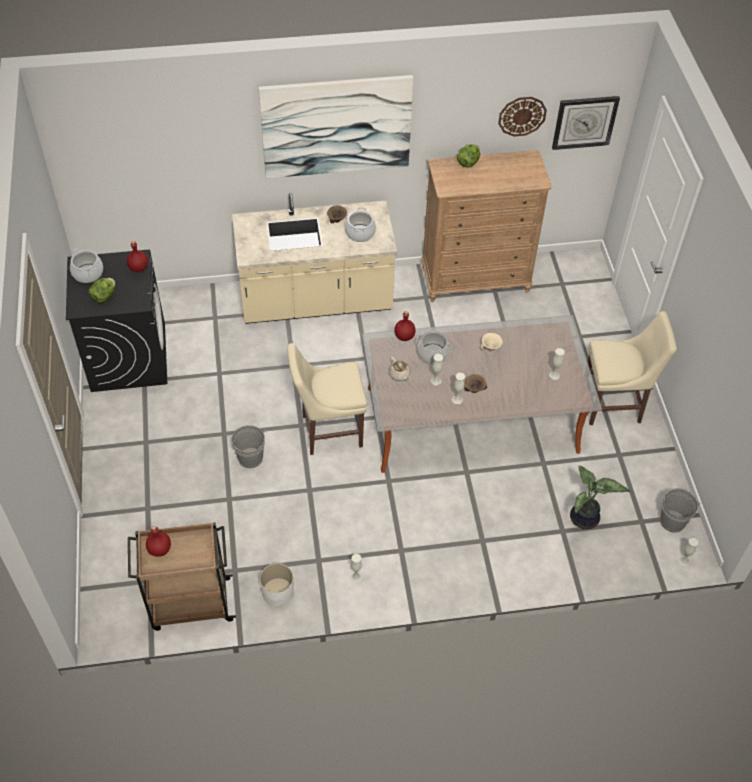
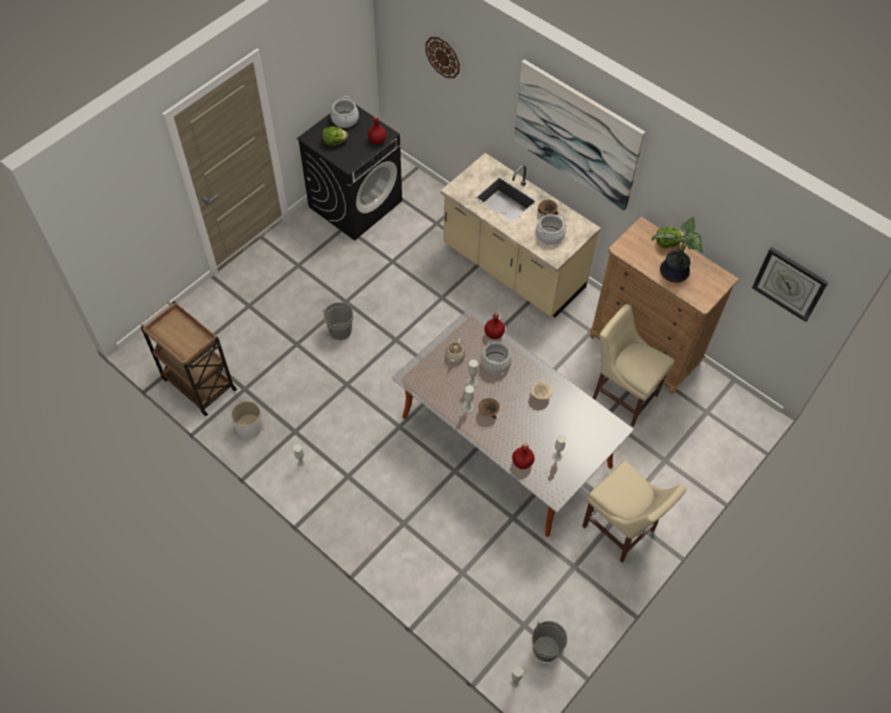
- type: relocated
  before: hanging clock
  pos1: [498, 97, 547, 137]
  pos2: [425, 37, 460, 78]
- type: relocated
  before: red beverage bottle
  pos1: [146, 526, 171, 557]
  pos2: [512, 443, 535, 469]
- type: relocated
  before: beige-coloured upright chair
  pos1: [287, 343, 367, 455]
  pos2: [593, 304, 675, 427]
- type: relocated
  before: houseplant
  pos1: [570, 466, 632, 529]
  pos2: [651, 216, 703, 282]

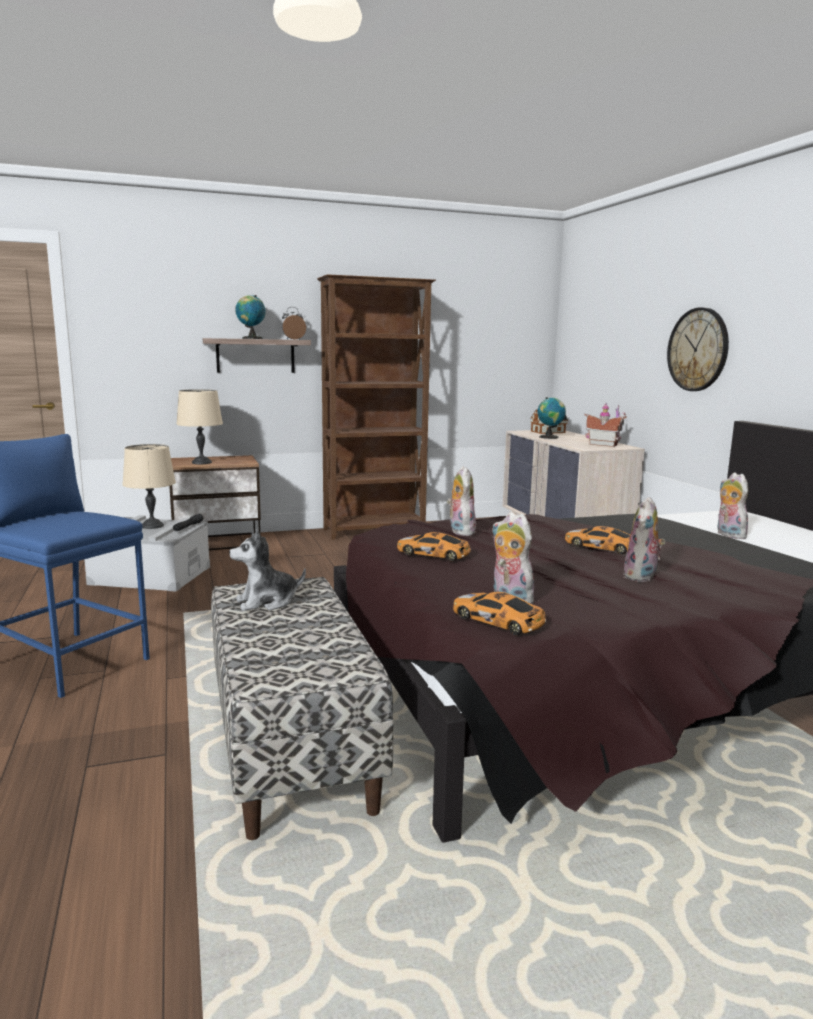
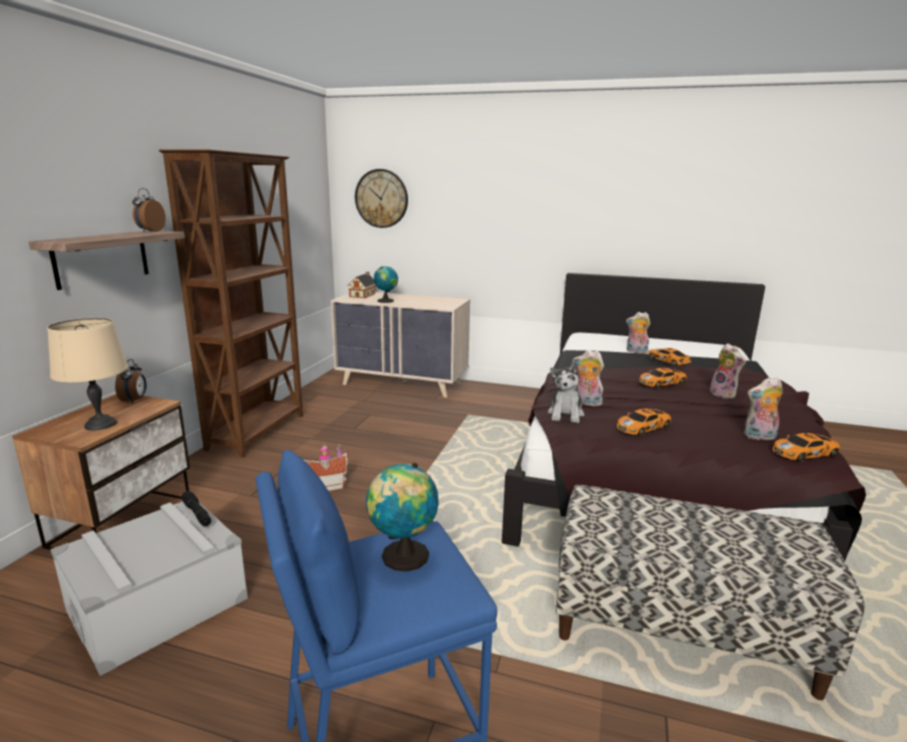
- type: appeared
  after: alarm clock
  pos2: [115, 359, 146, 404]
- type: relocated
  before: toy house
  pos1: [584, 402, 627, 447]
  pos2: [304, 443, 350, 491]
- type: relocated
  before: hanging clock
  pos1: [667, 307, 729, 391]
  pos2: [355, 169, 408, 228]
- type: relocated
  before: desk globe
  pos1: [235, 295, 266, 339]
  pos2: [366, 463, 439, 571]
- type: relocated
  before: soft toy
  pos1: [229, 529, 306, 611]
  pos2: [548, 362, 585, 423]
- type: appeared
  after: toy car
  pos2: [648, 348, 691, 366]
- type: missing
  before: beige-coloured tabletop lamp
  pos1: [123, 444, 176, 529]

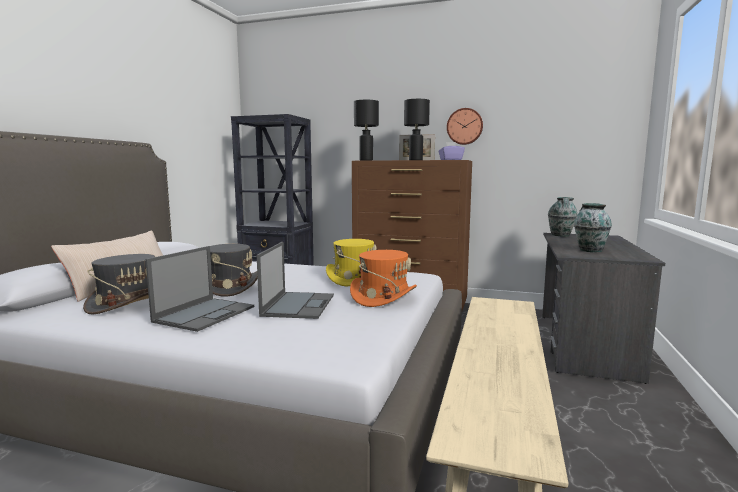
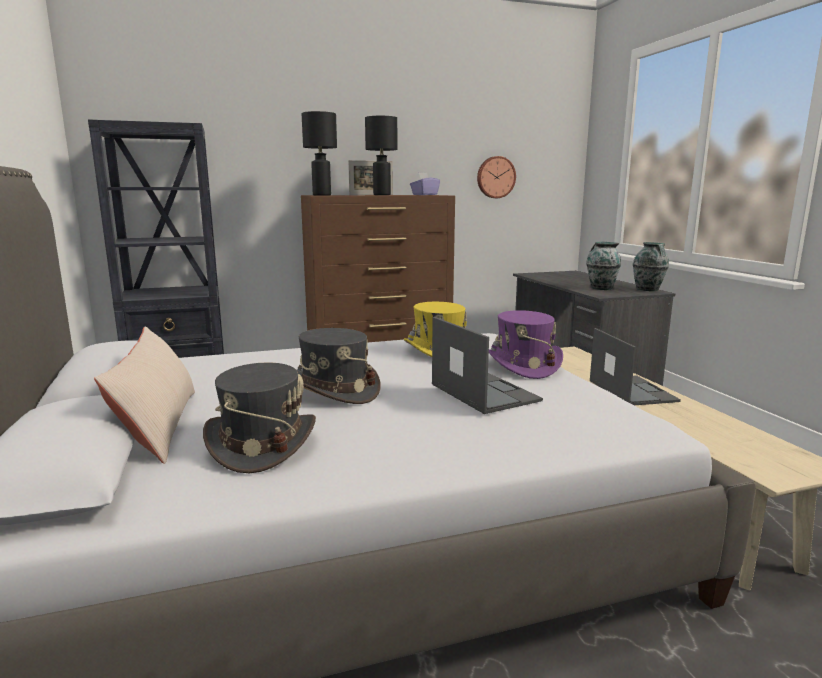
- type: relocated
  before: hanging clock
  pos1: [447, 108, 483, 145]
  pos2: [477, 156, 516, 198]
- type: colour
  before: orange hat
  after: purplish hat
  pos1: [350, 250, 417, 307]
  pos2: [489, 310, 563, 379]
- type: relocated
  before: portable computer
  pos1: [145, 246, 254, 332]
  pos2: [590, 328, 681, 405]
- type: relocated
  before: flower vase
  pos1: [548, 197, 577, 237]
  pos2: [633, 242, 669, 291]

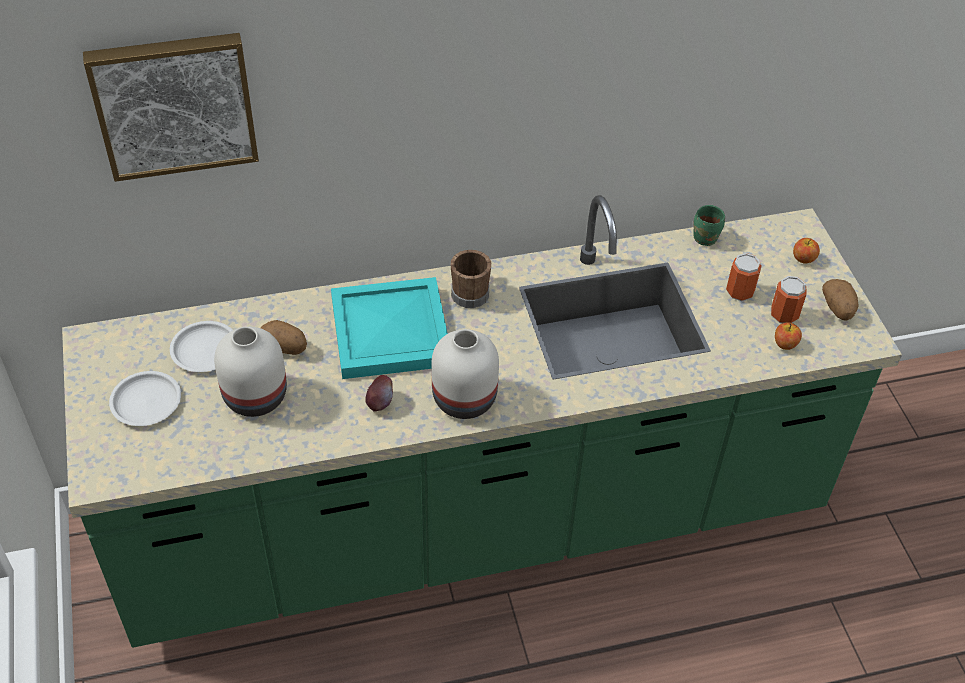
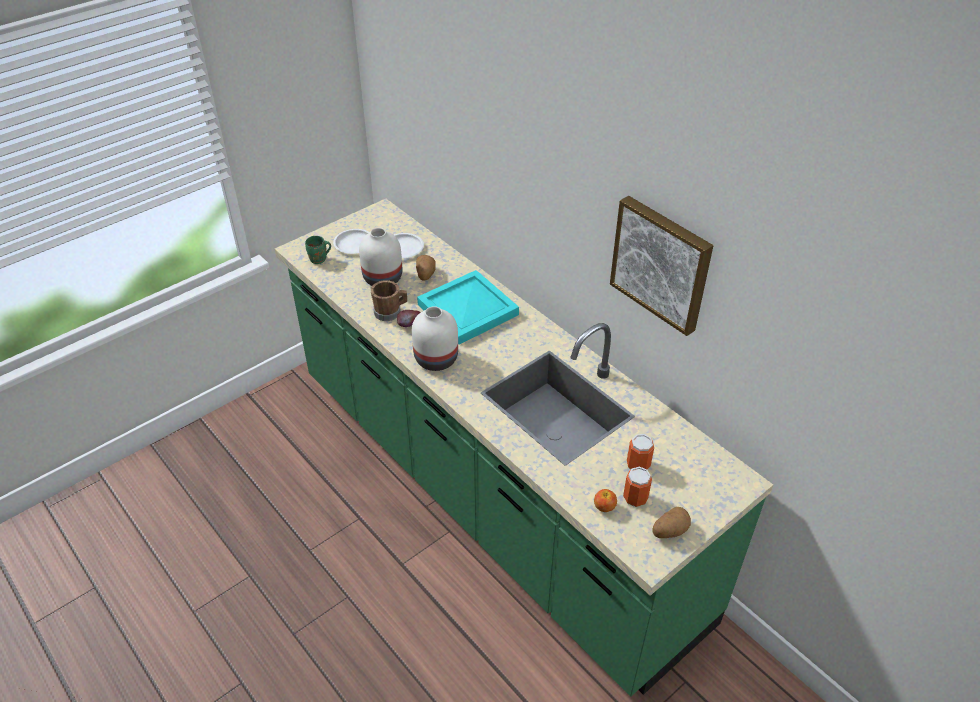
- type: relocated
  before: green-coloured mug
  pos1: [693, 205, 725, 246]
  pos2: [305, 236, 331, 264]
- type: relocated
  before: brownish mug
  pos1: [451, 250, 491, 308]
  pos2: [371, 280, 407, 321]
- type: relocated
  before: picture
  pos1: [83, 33, 259, 182]
  pos2: [610, 196, 713, 336]
- type: missing
  before: whole apple
  pos1: [793, 238, 820, 264]

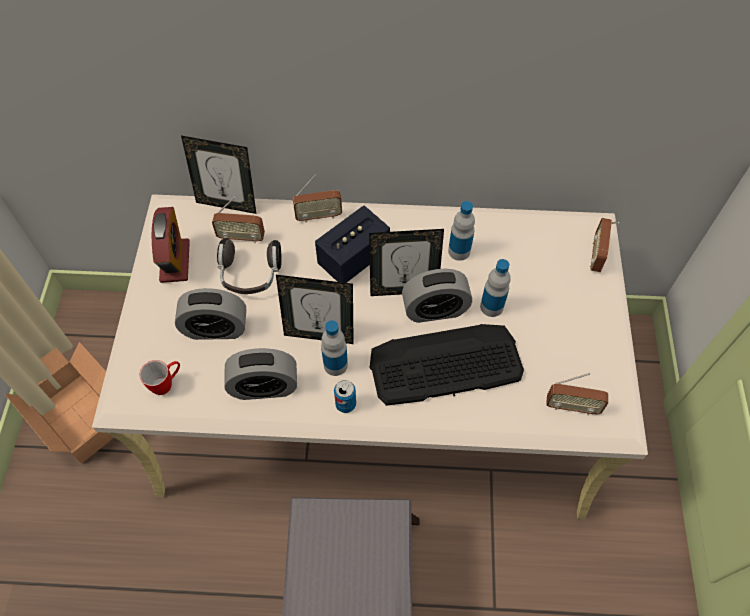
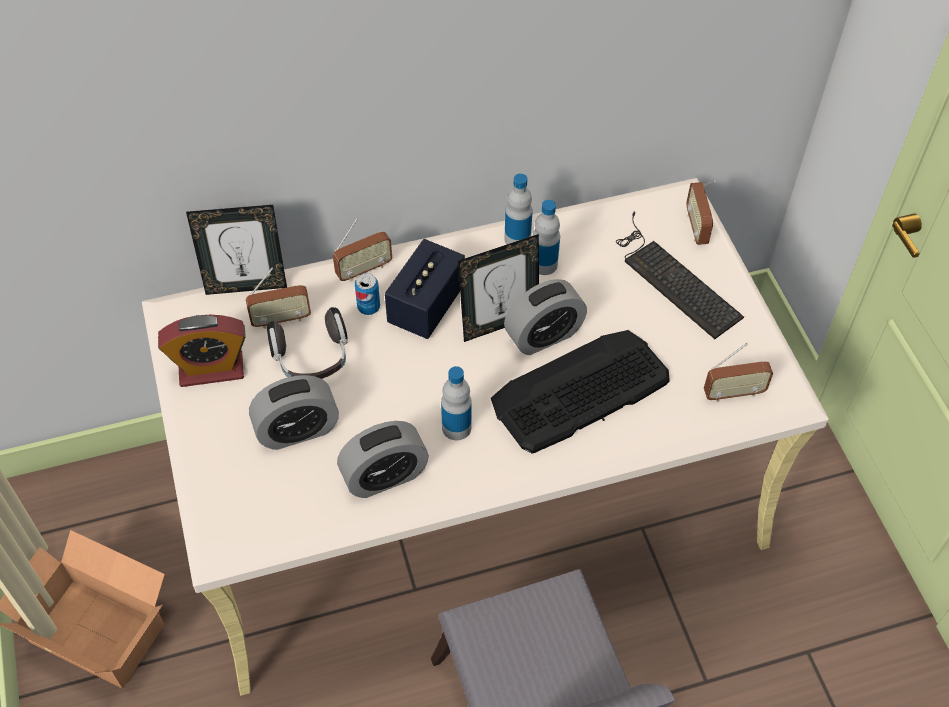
- type: spun
  before: alarm clock
  pos1: [152, 207, 190, 283]
  pos2: [158, 315, 246, 387]
  turn: 105
- type: relocated
  before: metal can
  pos1: [334, 380, 356, 413]
  pos2: [355, 273, 380, 315]
- type: relocated
  before: beverage bottle
  pos1: [480, 259, 511, 317]
  pos2: [504, 173, 533, 244]
- type: appeared
  after: computer keyboard
  pos2: [616, 212, 744, 339]
- type: missing
  before: mug
  pos1: [139, 360, 180, 395]
- type: missing
  before: picture frame
  pos1: [276, 275, 354, 344]

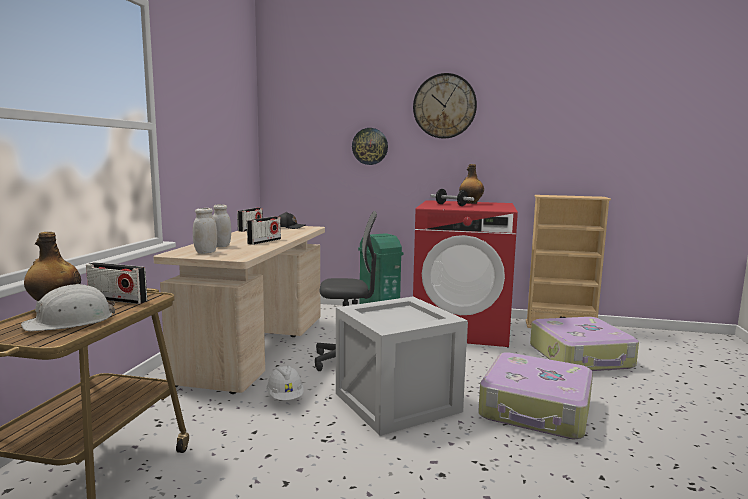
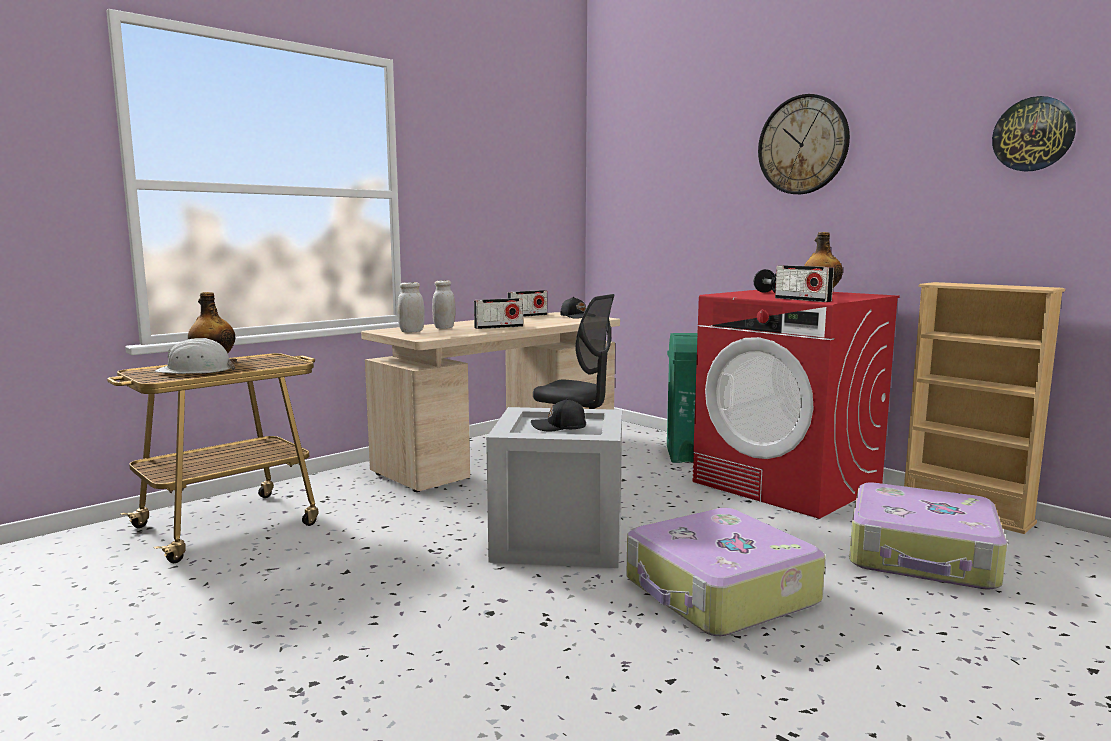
- type: appeared
  after: black-coloured peaked cap
  pos2: [531, 398, 586, 431]
- type: relocated
  before: radio receiver
  pos1: [86, 262, 147, 304]
  pos2: [775, 265, 834, 302]
- type: relocated
  before: hanging clock
  pos1: [352, 128, 388, 165]
  pos2: [992, 96, 1076, 172]
- type: missing
  before: white safety helmet
  pos1: [266, 365, 304, 400]

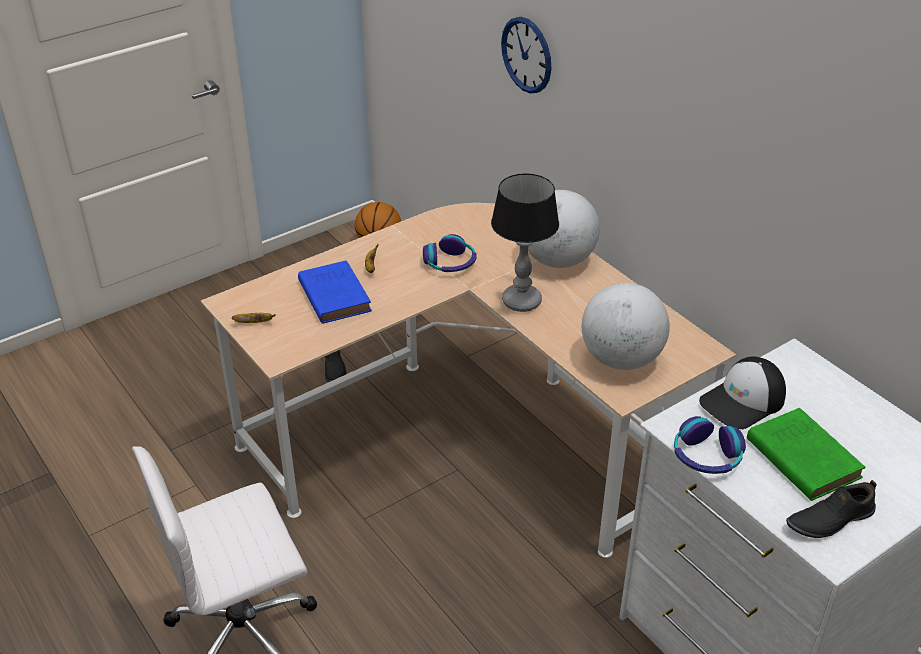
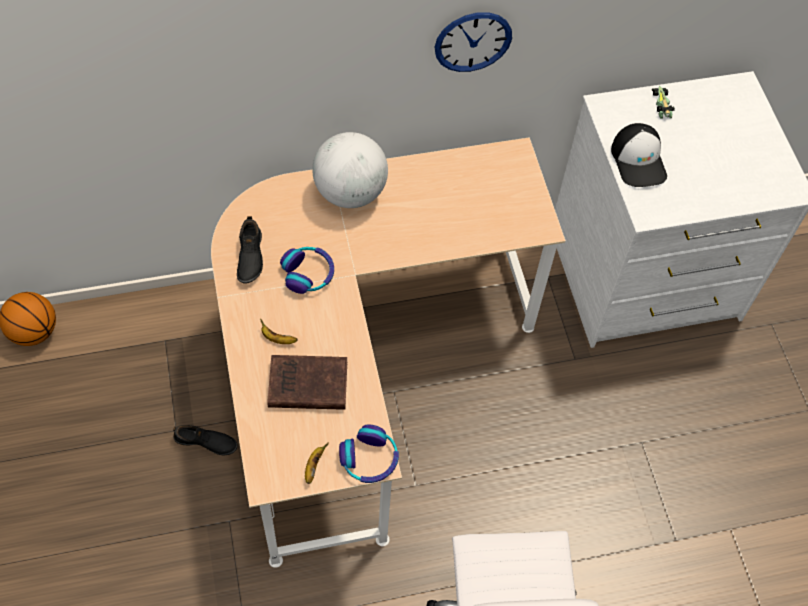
- type: relocated
  before: black-coloured low shoe
  pos1: [786, 480, 877, 538]
  pos2: [237, 216, 263, 284]
- type: colour
  before: bluish volume
  after: brownish volume
  pos1: [298, 261, 372, 324]
  pos2: [267, 355, 347, 410]
- type: relocated
  before: pair of headphones
  pos1: [674, 416, 746, 474]
  pos2: [339, 424, 399, 483]
- type: relocated
  before: hanging clock
  pos1: [501, 17, 551, 94]
  pos2: [435, 12, 512, 72]
- type: appeared
  after: toy car
  pos2: [652, 86, 675, 119]
- type: missing
  before: tabletop lamp
  pos1: [491, 173, 559, 312]
- type: missing
  before: desk globe
  pos1: [582, 283, 670, 370]
- type: missing
  before: green-coloured volume
  pos1: [747, 408, 866, 501]

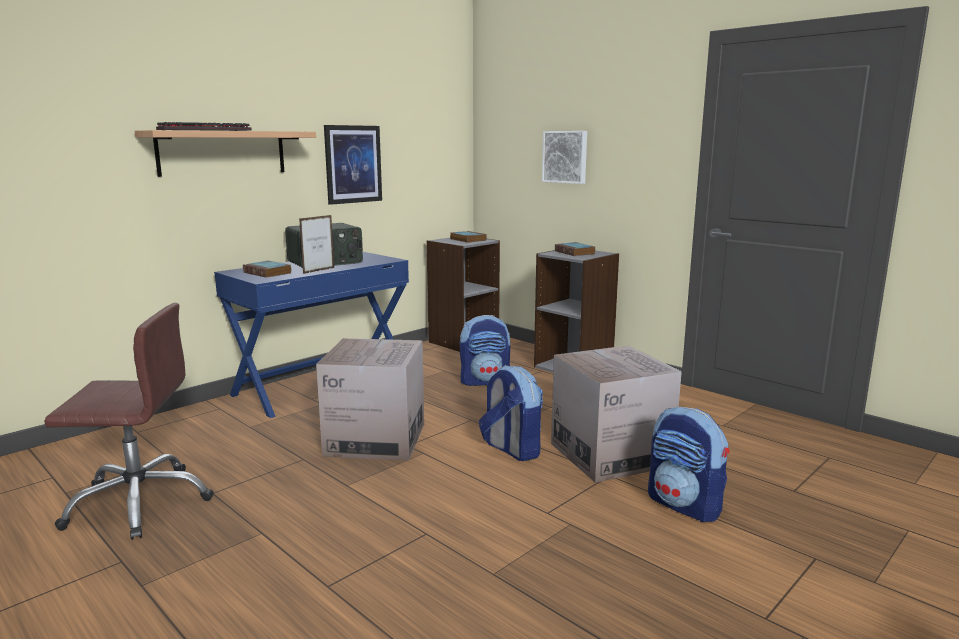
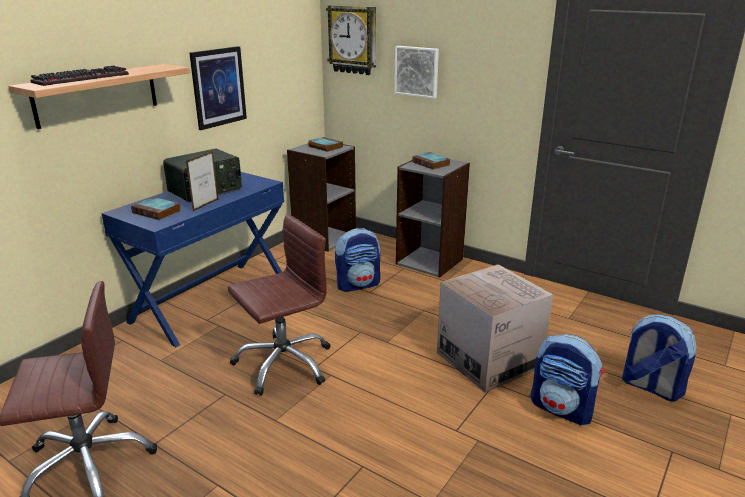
- type: exchanged
  before: packing box
  after: brownish computer chair
  pos1: [316, 338, 424, 461]
  pos2: [228, 214, 330, 396]
- type: appeared
  after: hanging clock
  pos2: [326, 5, 376, 75]
- type: relocated
  before: rucksack
  pos1: [479, 365, 543, 461]
  pos2: [622, 314, 696, 401]

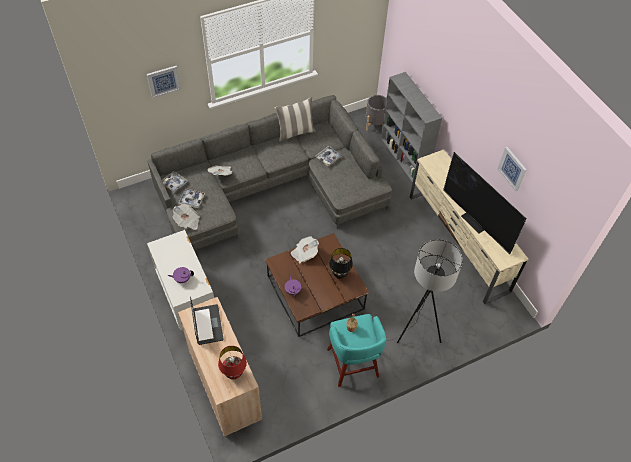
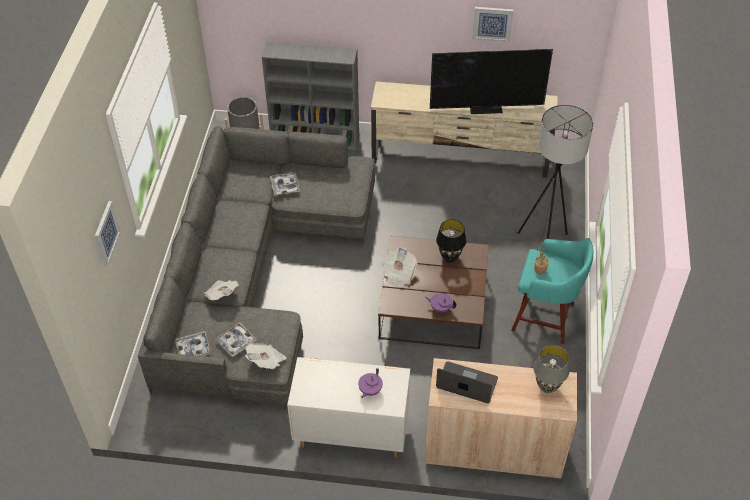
- type: colour
  before: red tabletop lamp
  after: gray tabletop lamp
  pos1: [218, 346, 247, 379]
  pos2: [533, 345, 570, 393]
- type: missing
  before: pillow
  pos1: [274, 97, 316, 142]

